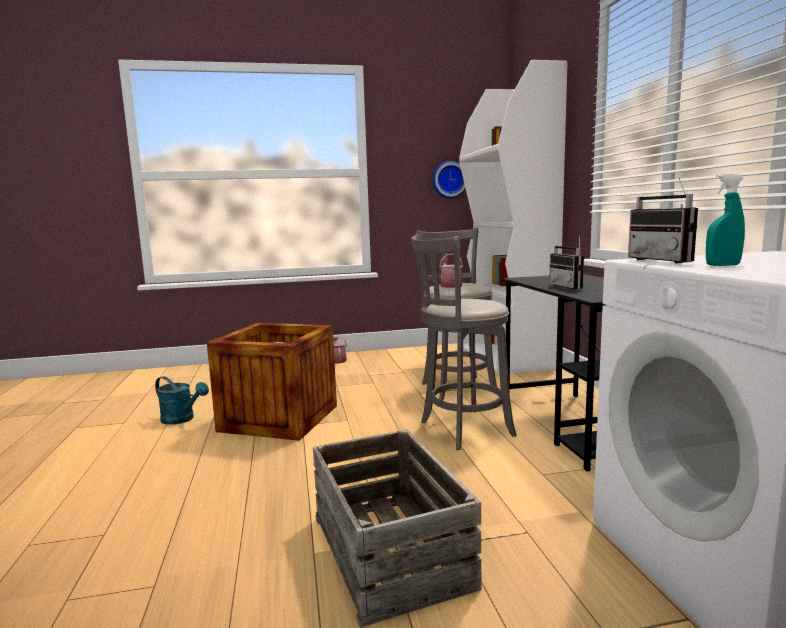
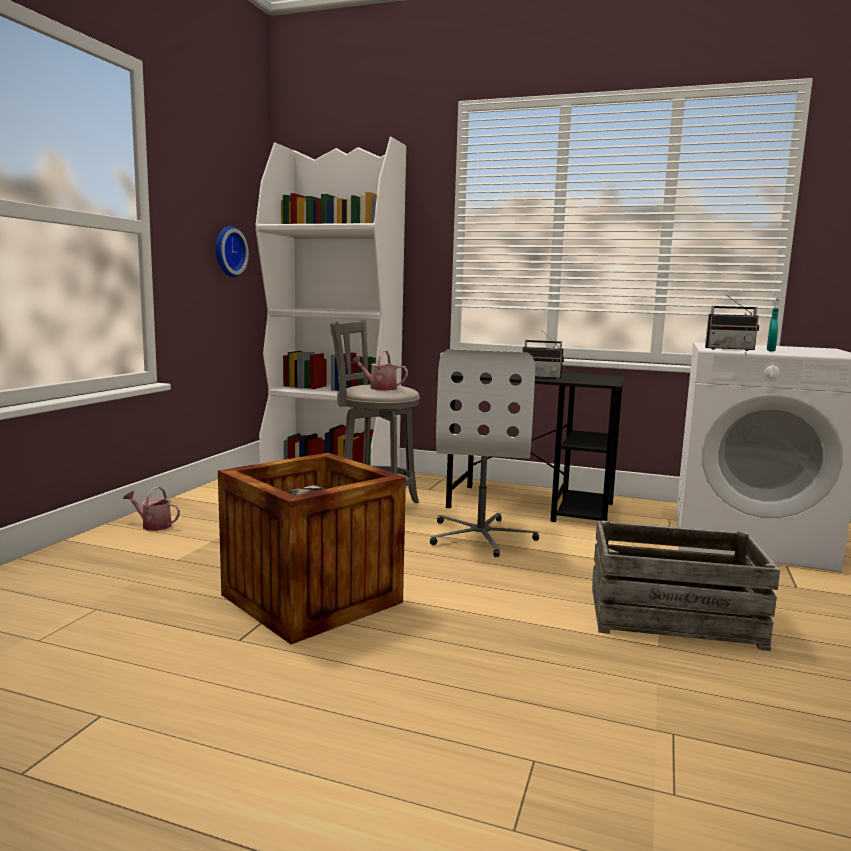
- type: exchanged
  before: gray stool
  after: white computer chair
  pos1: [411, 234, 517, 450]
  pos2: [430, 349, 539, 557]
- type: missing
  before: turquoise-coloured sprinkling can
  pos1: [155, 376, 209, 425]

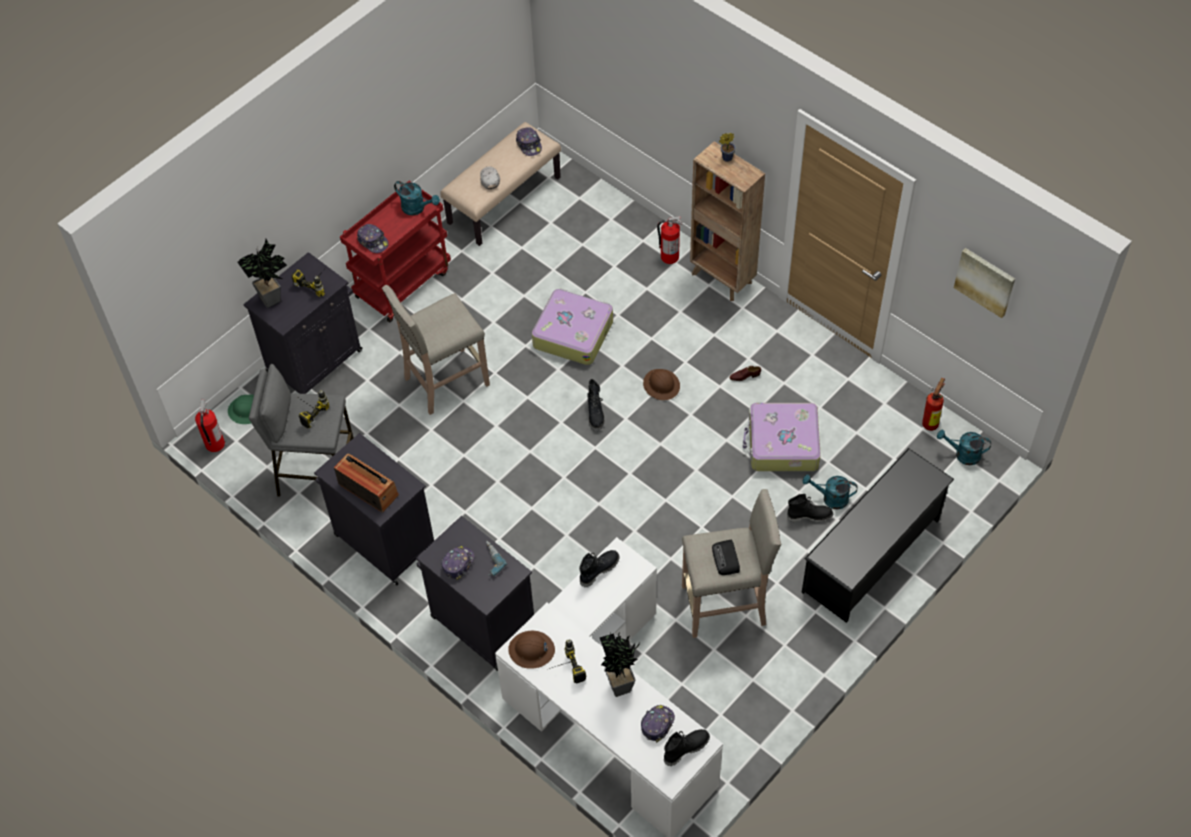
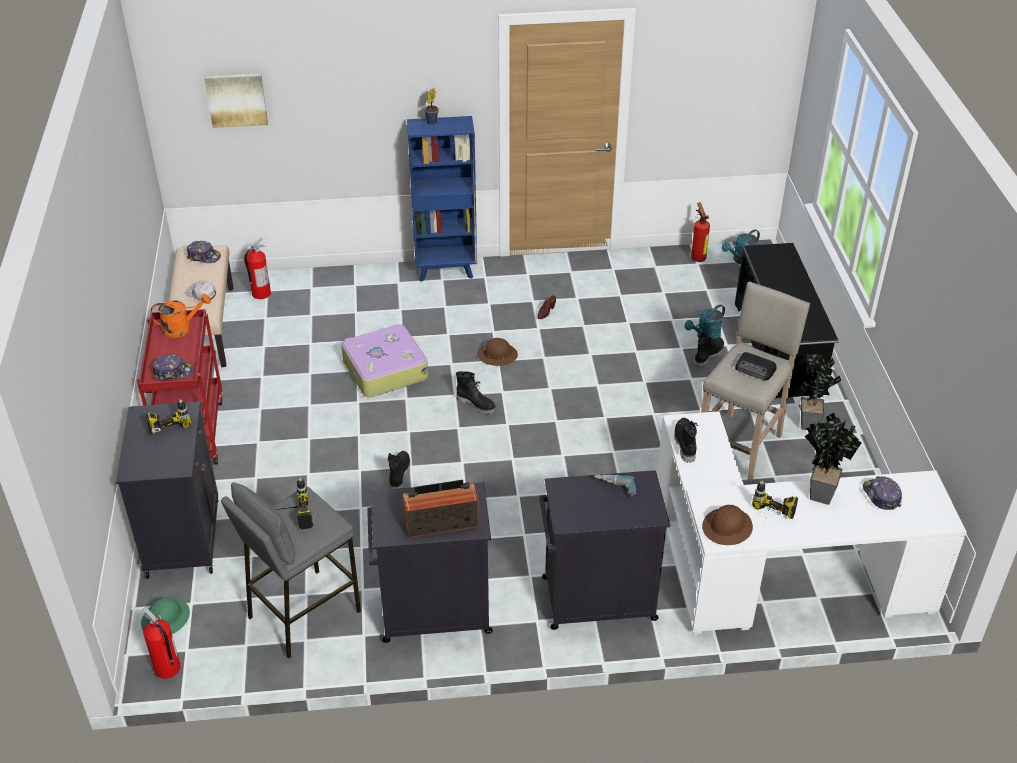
- type: colour
  before: turquoise-coloured sprinkling can
  after: orange sprinkling can
  pos1: [394, 181, 440, 215]
  pos2: [151, 294, 211, 338]
- type: relocated
  before: picture
  pos1: [954, 248, 1015, 318]
  pos2: [204, 73, 268, 128]
- type: relocated
  before: extinguisher
  pos1: [657, 216, 682, 264]
  pos2: [244, 238, 271, 299]
- type: relocated
  before: black-coloured tall boot
  pos1: [664, 729, 710, 766]
  pos2: [388, 451, 410, 489]
- type: colour
  before: brownish shelving unit
  after: bluish shelving unit
  pos1: [690, 141, 765, 301]
  pos2: [407, 116, 477, 282]
- type: relocated
  before: houseplant
  pos1: [238, 239, 287, 308]
  pos2: [800, 354, 841, 430]
- type: missing
  before: beige-coloured stool
  pos1: [382, 285, 490, 415]
- type: missing
  before: peaked cap
  pos1: [441, 546, 474, 580]
- type: missing
  before: travel case
  pos1: [743, 403, 821, 471]

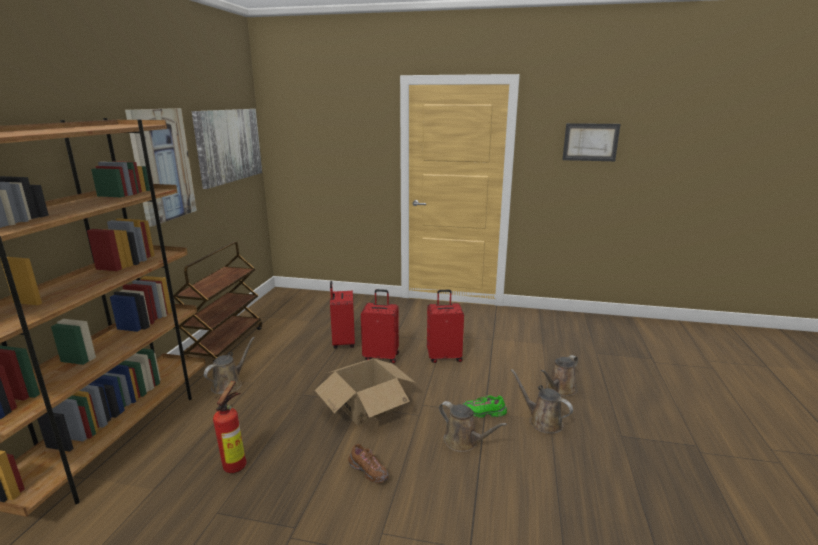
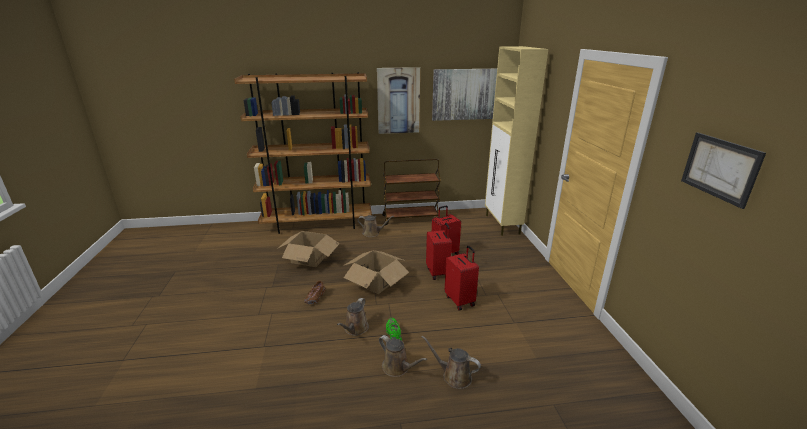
- type: exchanged
  before: extinguisher
  after: packing box
  pos1: [213, 381, 246, 473]
  pos2: [277, 231, 340, 267]
- type: spun
  before: brownish sprinkling can
  pos1: [511, 369, 573, 434]
  pos2: [379, 335, 427, 377]
  turn: 105
- type: appeared
  after: beige-coloured cupboard
  pos2: [485, 46, 548, 236]

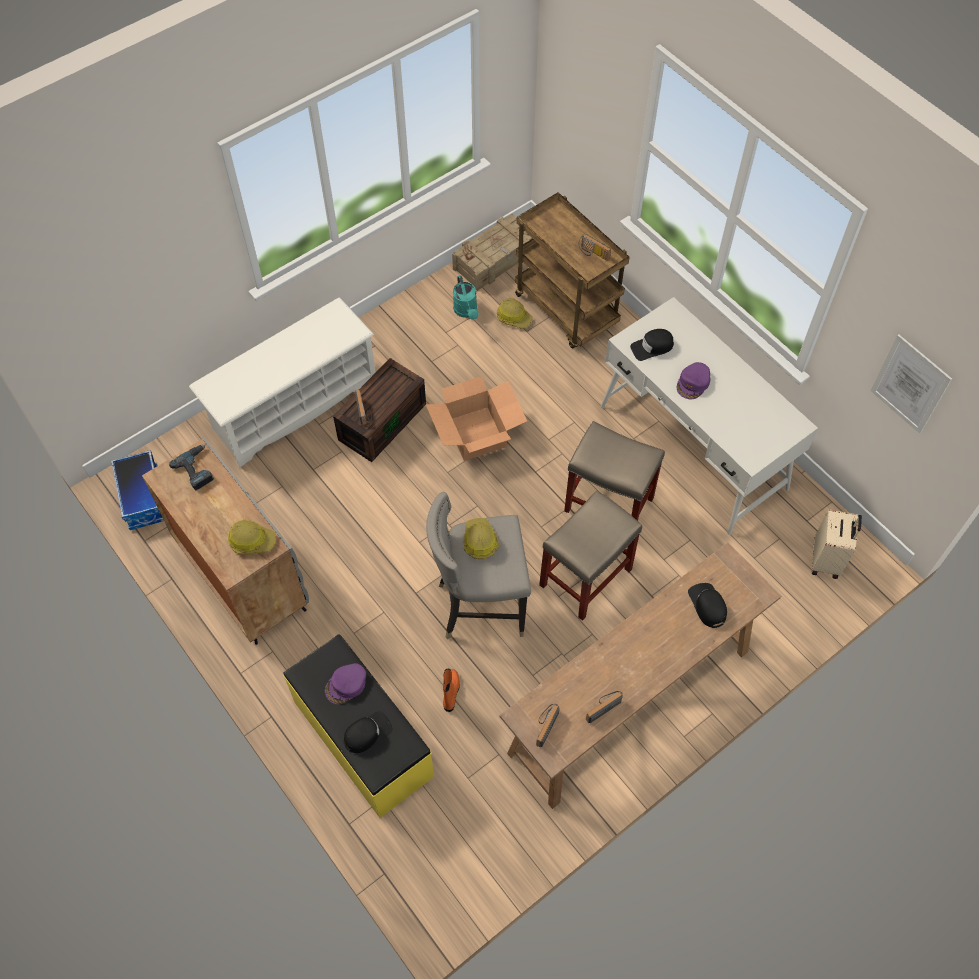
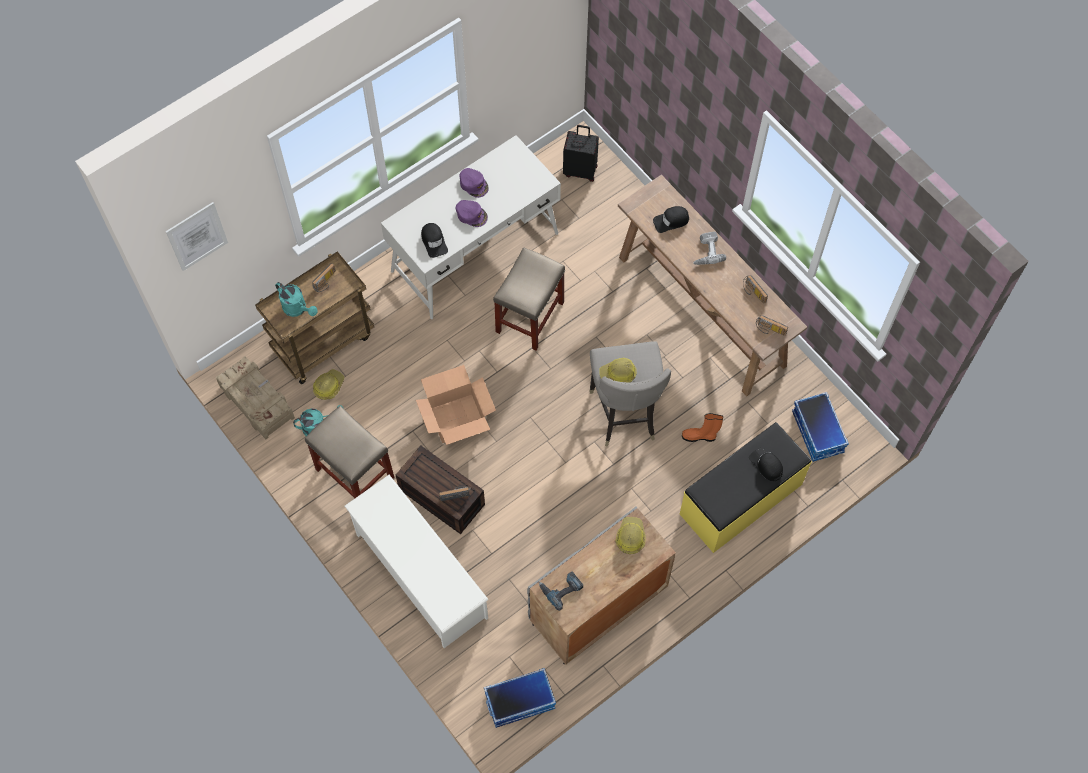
- type: relocated
  before: picture
  pos1: [871, 334, 952, 434]
  pos2: [166, 202, 228, 271]
- type: appeared
  after: turquoise-coloured sprinkling can
  pos2: [275, 282, 318, 317]
- type: relocated
  before: beige-coloured stool
  pos1: [539, 490, 642, 621]
  pos2: [305, 406, 395, 499]
- type: relocated
  before: purplish peaked cap
  pos1: [325, 663, 366, 704]
  pos2: [459, 168, 489, 198]
- type: colour
  before: beige-coloured travel case
  after: black-coloured travel case
  pos1: [812, 509, 862, 579]
  pos2: [563, 125, 599, 182]
- type: appeared
  after: drill
  pos2: [693, 232, 726, 265]
- type: appeared
  after: storage bin
  pos2: [792, 392, 849, 462]

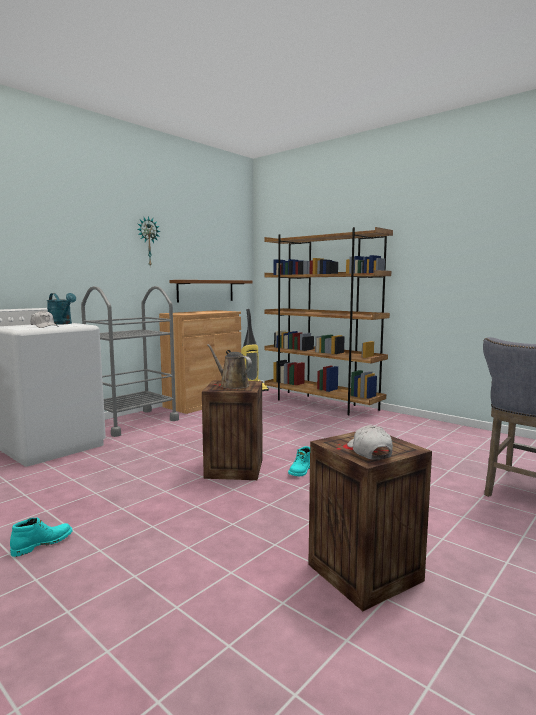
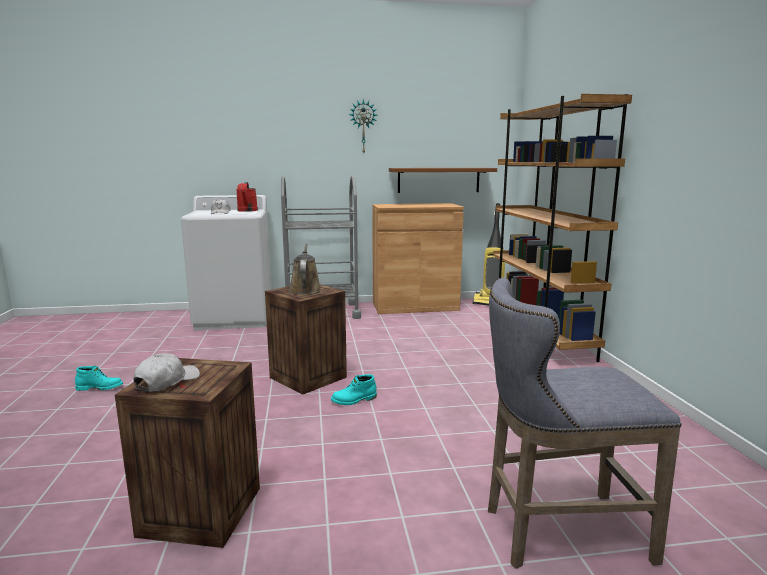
- type: colour
  before: turquoise-coloured sprinkling can
  after: red sprinkling can
  pos1: [47, 293, 76, 325]
  pos2: [236, 182, 258, 212]

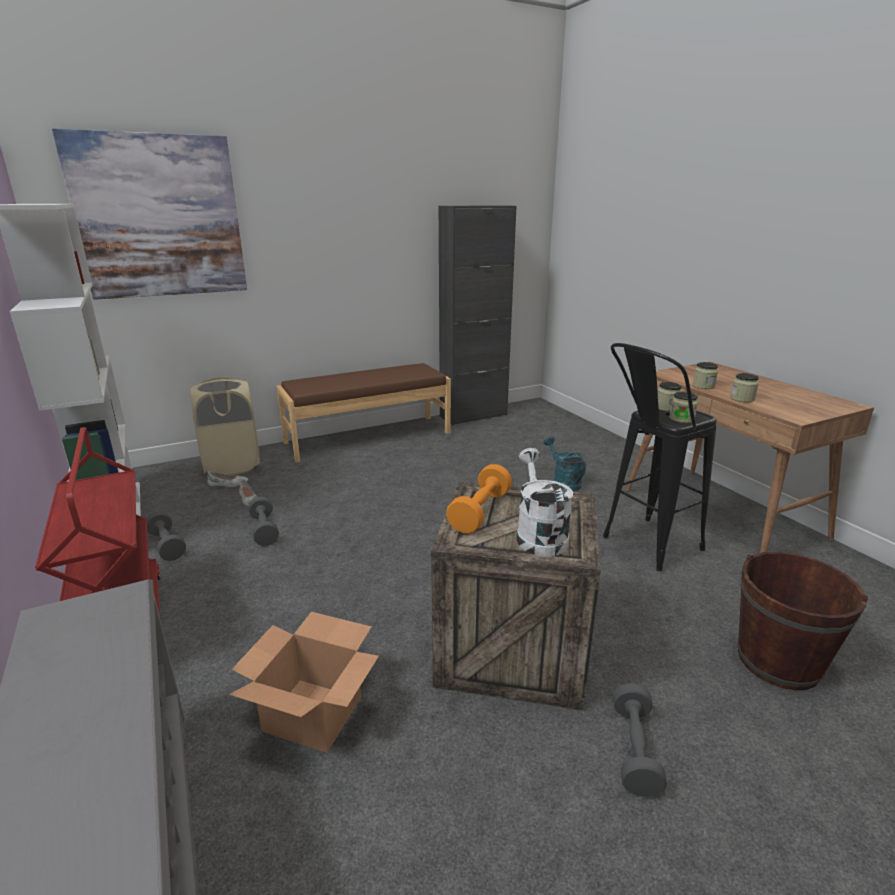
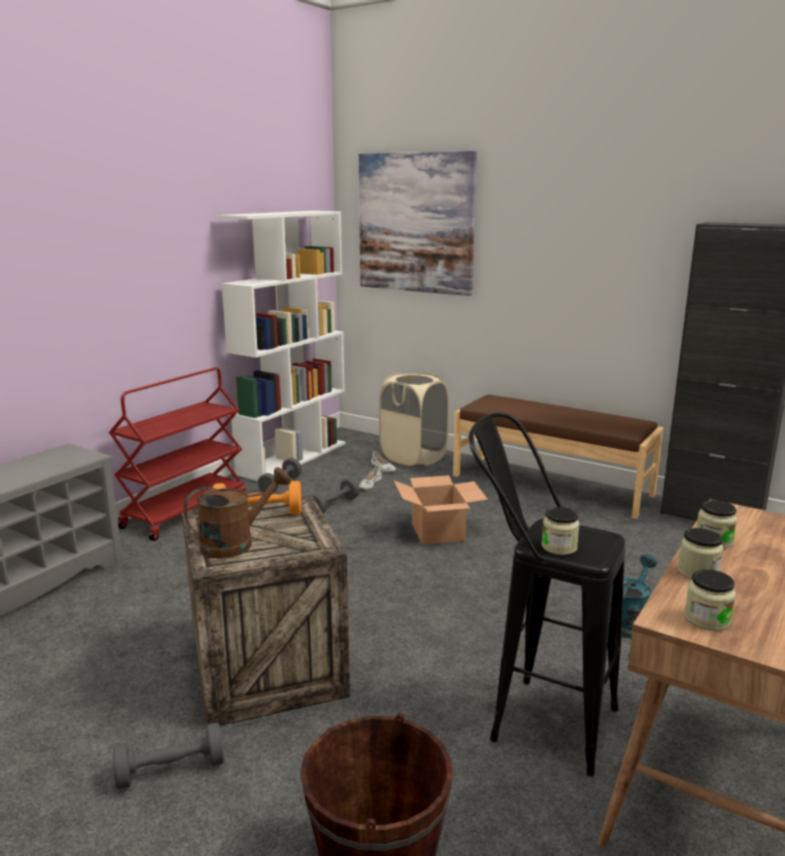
- type: colour
  before: white sprinkling can
  after: brownish sprinkling can
  pos1: [517, 448, 573, 557]
  pos2: [184, 467, 291, 559]
- type: relocated
  before: packing box
  pos1: [229, 612, 379, 753]
  pos2: [394, 475, 488, 544]
- type: relocated
  before: storage jar
  pos1: [658, 382, 682, 412]
  pos2: [684, 569, 736, 631]

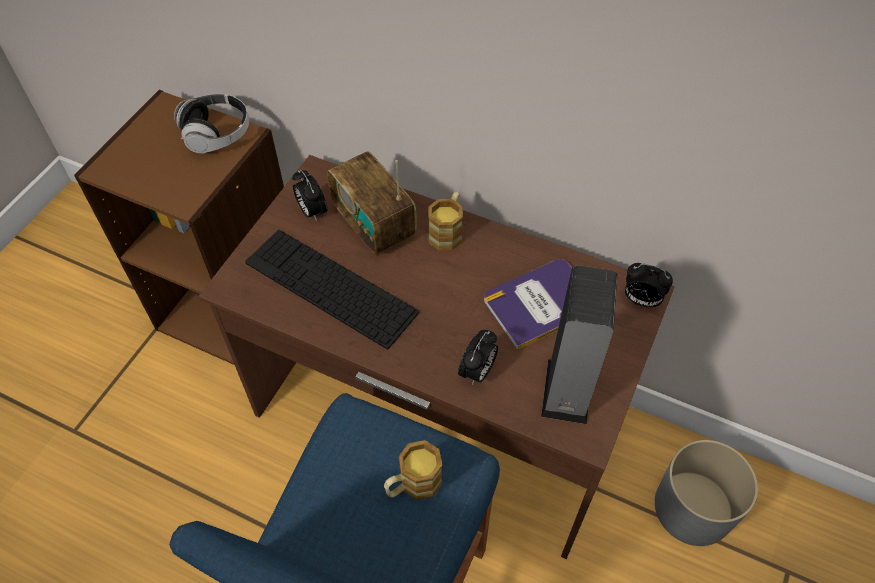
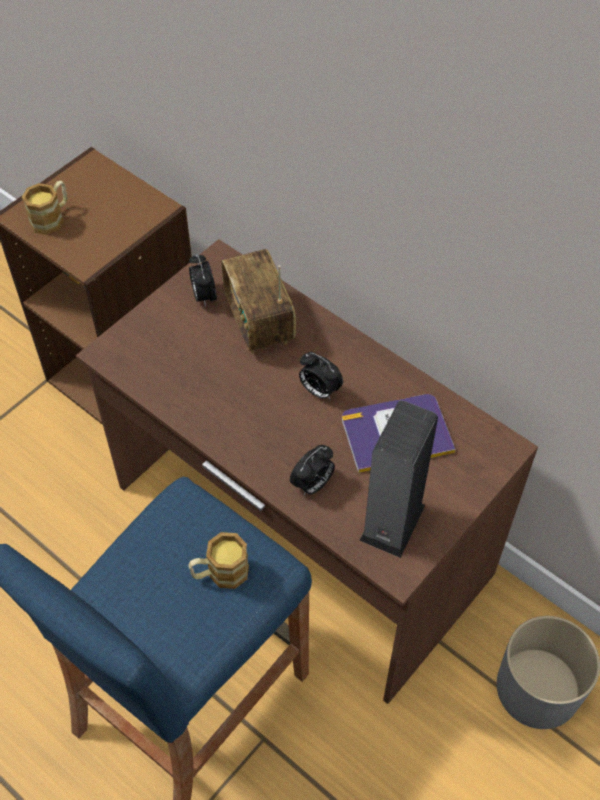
- type: relocated
  before: mug
  pos1: [428, 192, 463, 251]
  pos2: [22, 181, 67, 235]
- type: relocated
  before: alarm clock
  pos1: [625, 263, 673, 307]
  pos2: [299, 352, 343, 400]
- type: missing
  before: pair of headphones
  pos1: [174, 94, 249, 154]
- type: missing
  before: computer keyboard
  pos1: [245, 230, 419, 350]

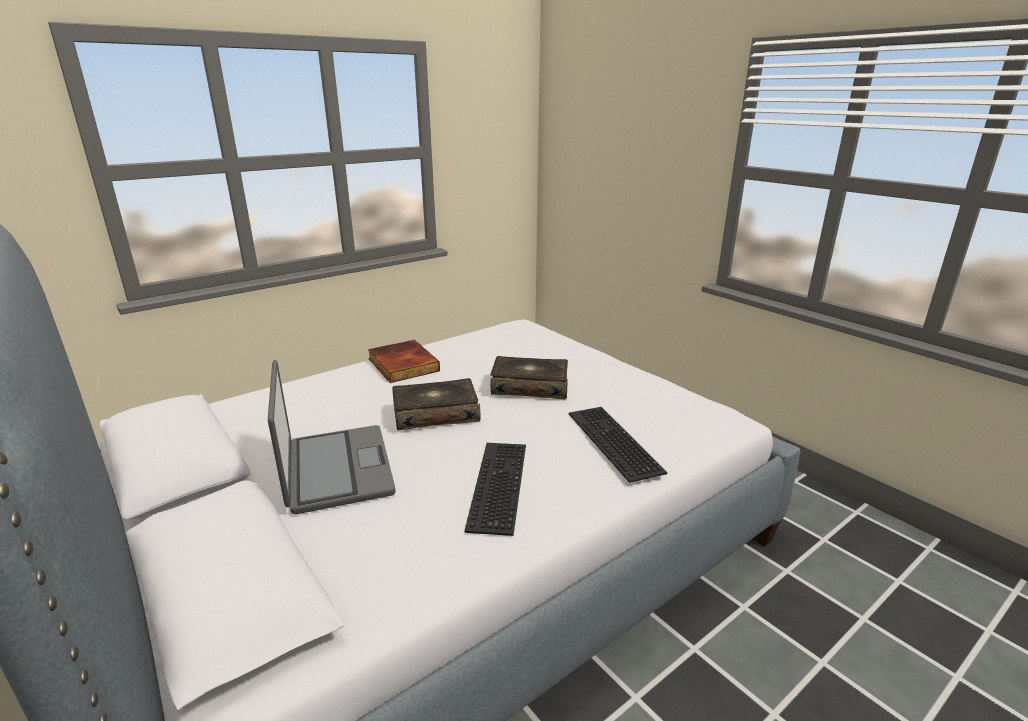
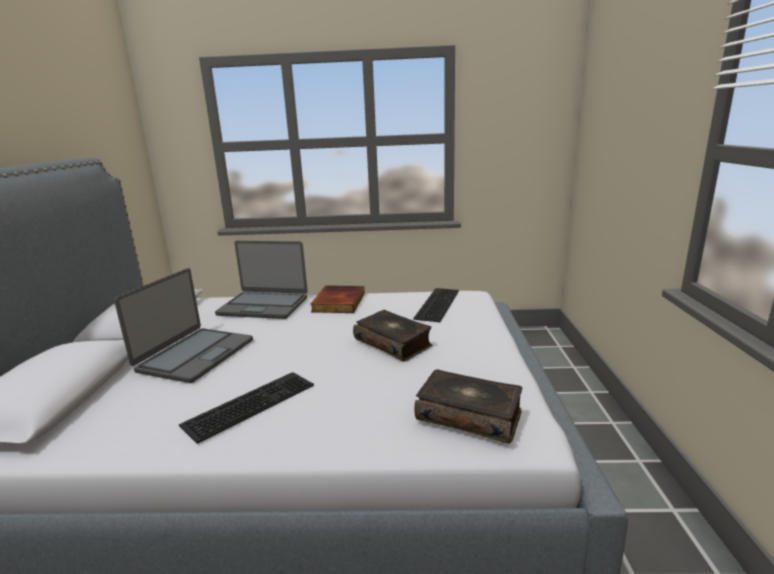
- type: appeared
  after: portable computer
  pos2: [215, 241, 308, 319]
- type: relocated
  before: computer keyboard
  pos1: [569, 407, 668, 483]
  pos2: [413, 288, 459, 322]
- type: relocated
  before: volume
  pos1: [392, 378, 481, 430]
  pos2: [414, 369, 523, 444]

